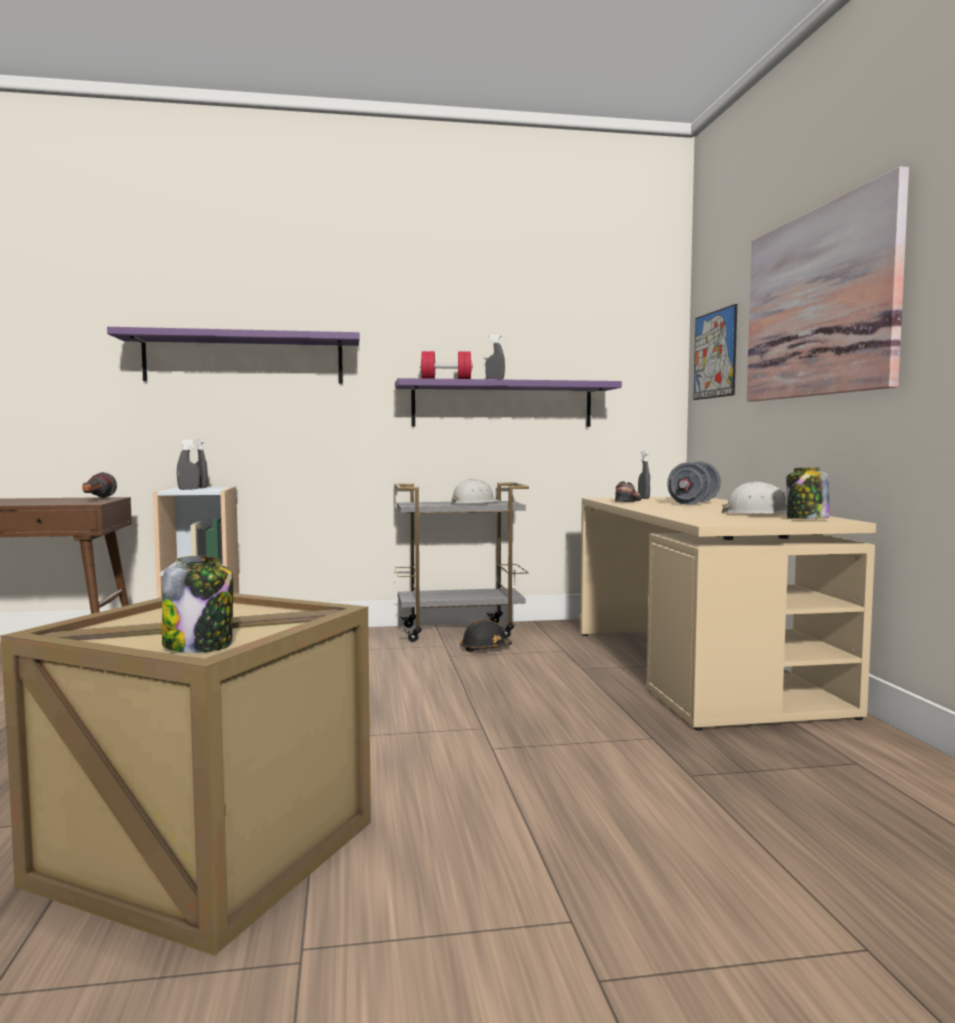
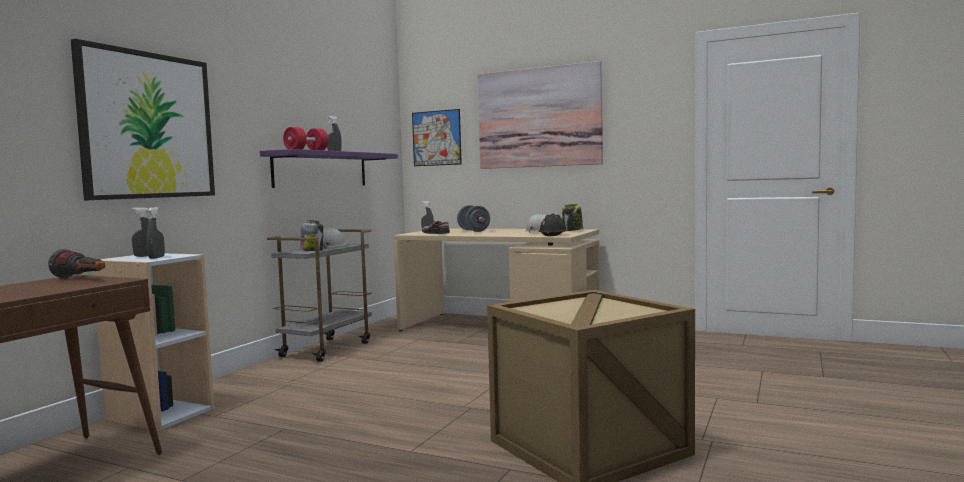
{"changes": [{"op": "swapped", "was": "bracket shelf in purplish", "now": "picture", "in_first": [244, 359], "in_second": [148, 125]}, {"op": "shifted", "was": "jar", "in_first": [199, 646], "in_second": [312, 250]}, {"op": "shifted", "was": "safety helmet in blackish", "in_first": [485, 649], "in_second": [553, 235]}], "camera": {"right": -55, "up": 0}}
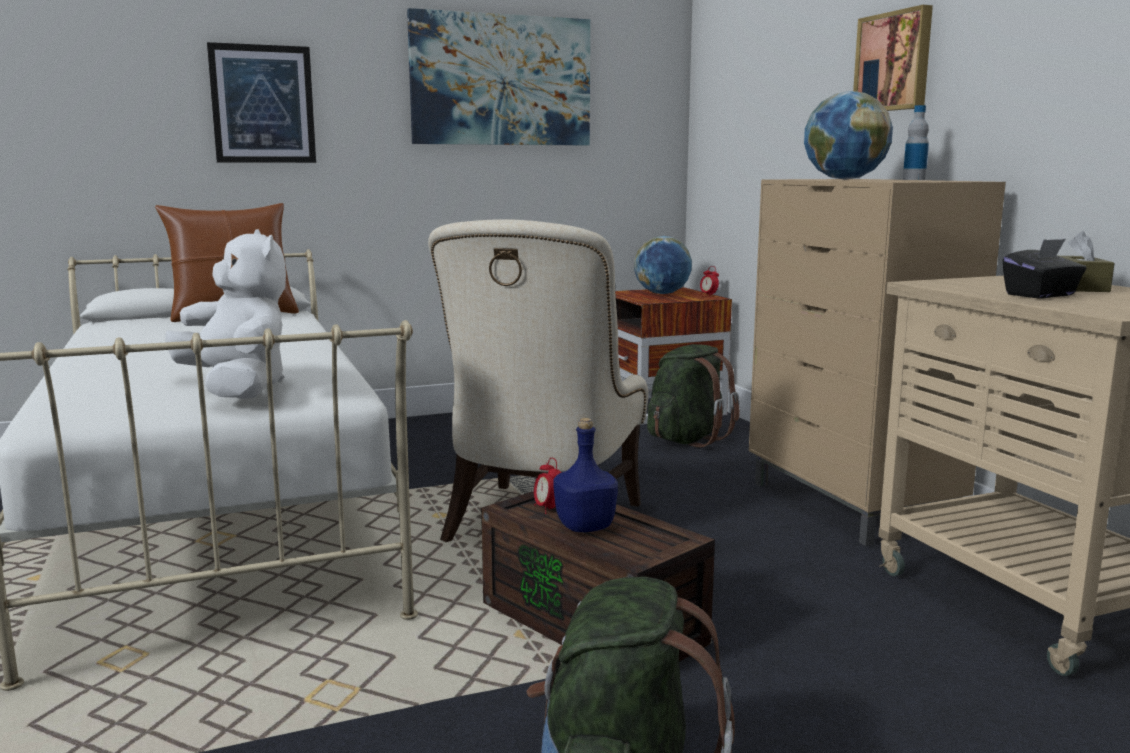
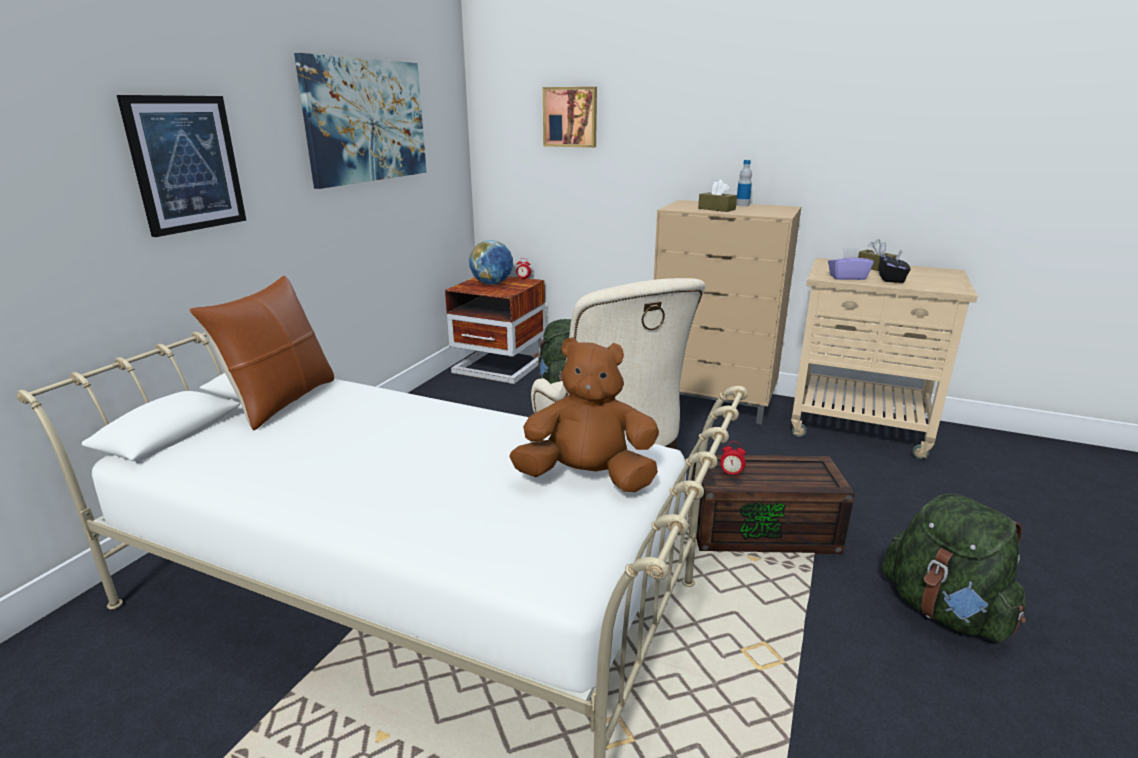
{"changes": [{"op": "repainted", "was": "cuddly toy in white-coloured", "now": "cuddly toy in brown", "in_first": [237, 388], "in_second": [587, 478]}, {"op": "gone", "was": "bottle in bluish", "in_first": [586, 526]}, {"op": "swapped", "was": "globe", "now": "tissue box in brown", "in_first": [844, 179], "in_second": [716, 209]}, {"op": "shifted", "was": "picture", "in_first": [894, 62], "in_second": [570, 117]}, {"op": "new", "now": "tissue box in purplish", "in_second": [847, 277]}], "camera": {"right": -45, "up": 10}}
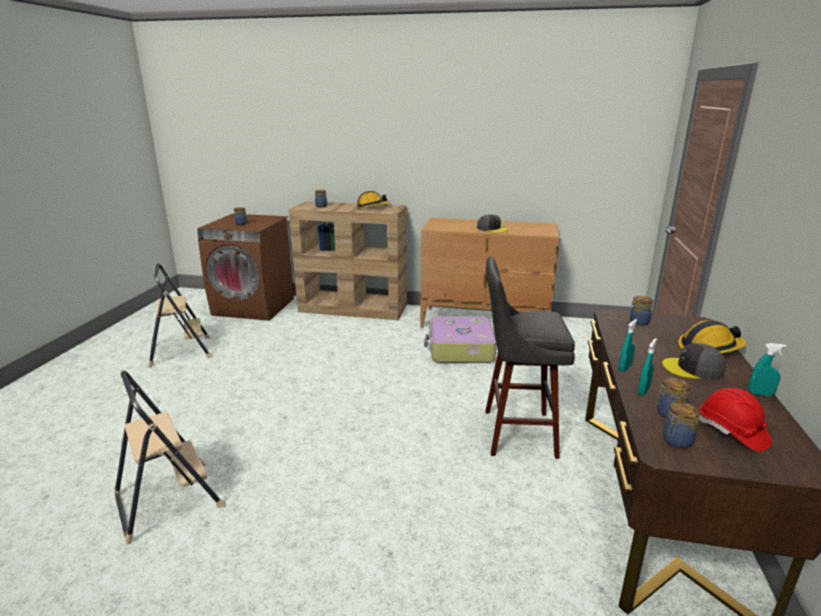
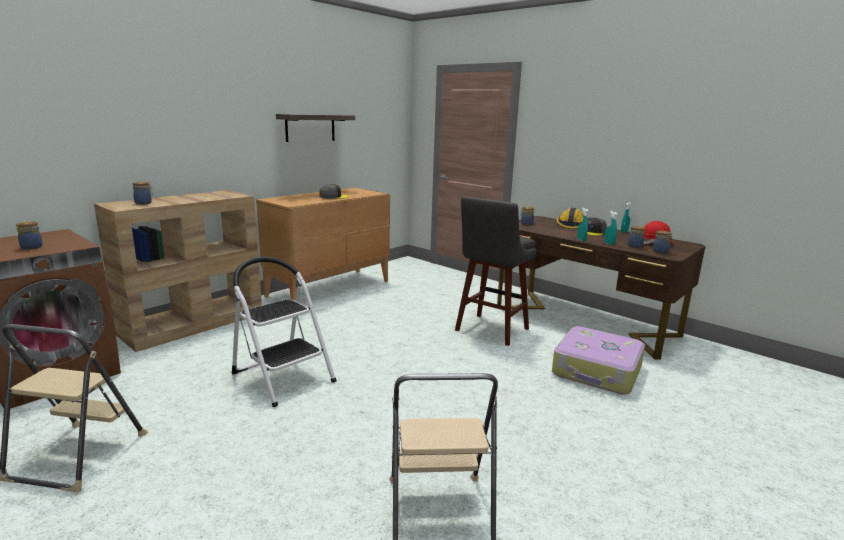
{"changes": [{"op": "gone", "was": "safety helmet", "in_first": [372, 207]}, {"op": "shifted", "was": "travel case", "in_first": [460, 349], "in_second": [597, 371]}, {"op": "new", "now": "step ladder", "in_second": [282, 376]}, {"op": "new", "now": "bracket shelf", "in_second": [310, 127]}], "camera": {"right": -60, "up": -5}}
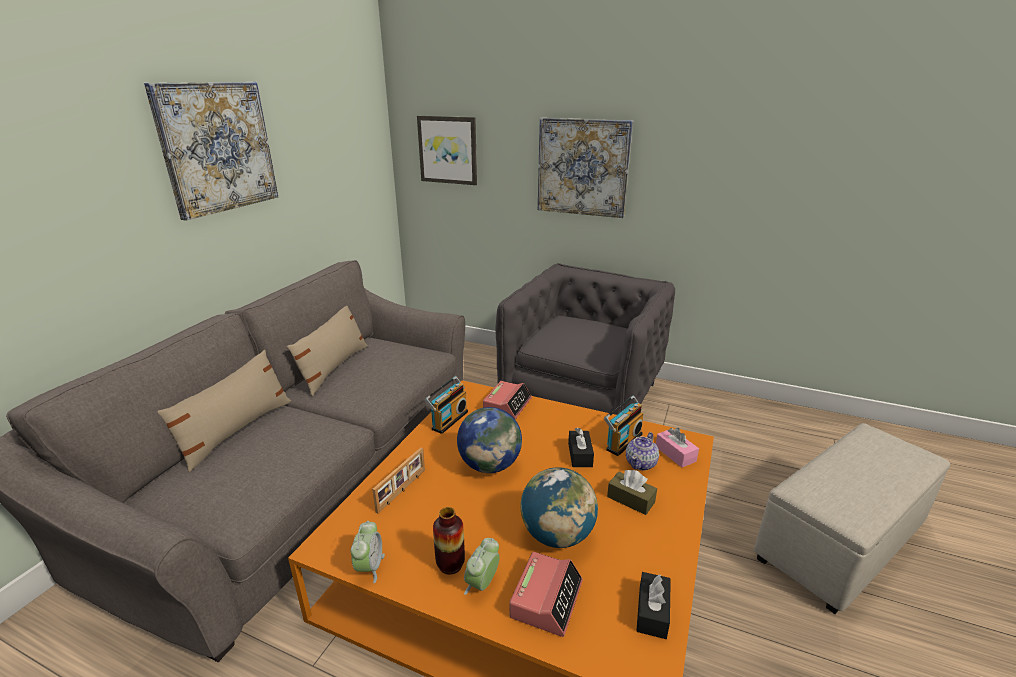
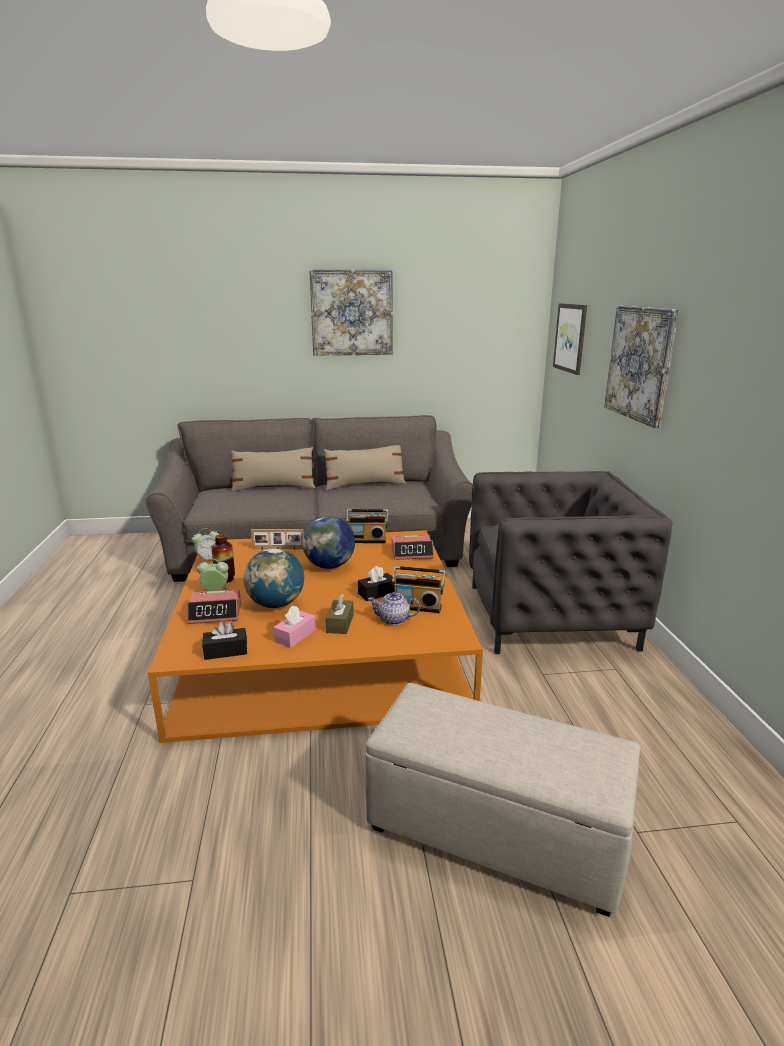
{"changes": [{"op": "shifted", "was": "tissue box in pinkish", "in_first": [675, 454], "in_second": [295, 636]}], "camera": {"right": 60, "up": -5}}
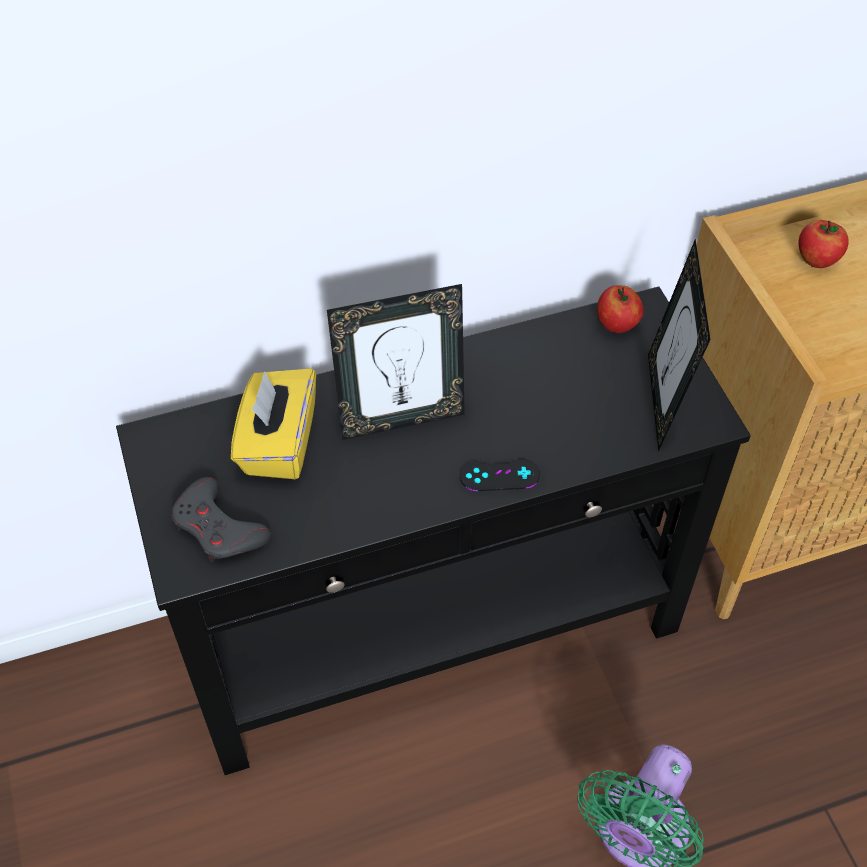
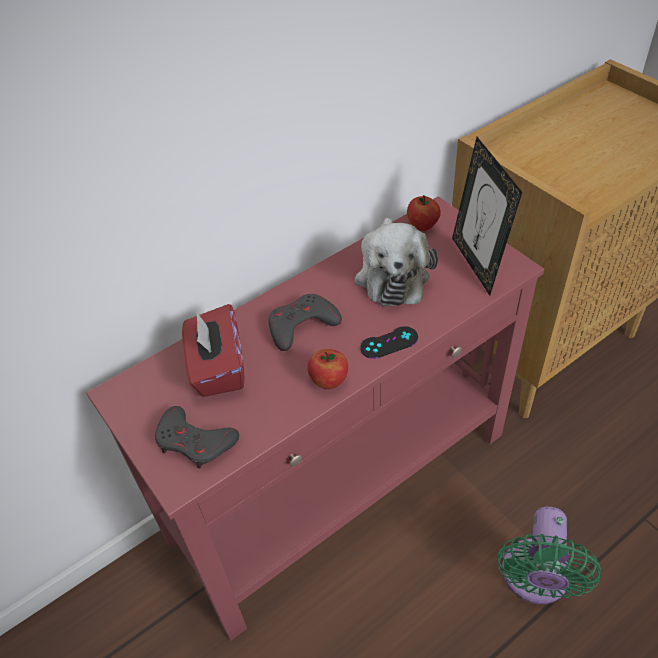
{"changes": [{"op": "repainted", "was": "narrow table in blackish", "now": "narrow table in reddish", "in_first": [435, 630], "in_second": [343, 486]}, {"op": "repainted", "was": "tissue box in yellowish", "now": "tissue box in reddish", "in_first": [278, 444], "in_second": [218, 368]}, {"op": "swapped", "was": "standing frame", "now": "joypad in gray", "in_first": [401, 419], "in_second": [302, 325]}, {"op": "shifted", "was": "apple", "in_first": [816, 260], "in_second": [329, 381]}, {"op": "new", "now": "cuddly toy", "in_second": [392, 275]}], "camera": {"right": -15, "up": -5}}
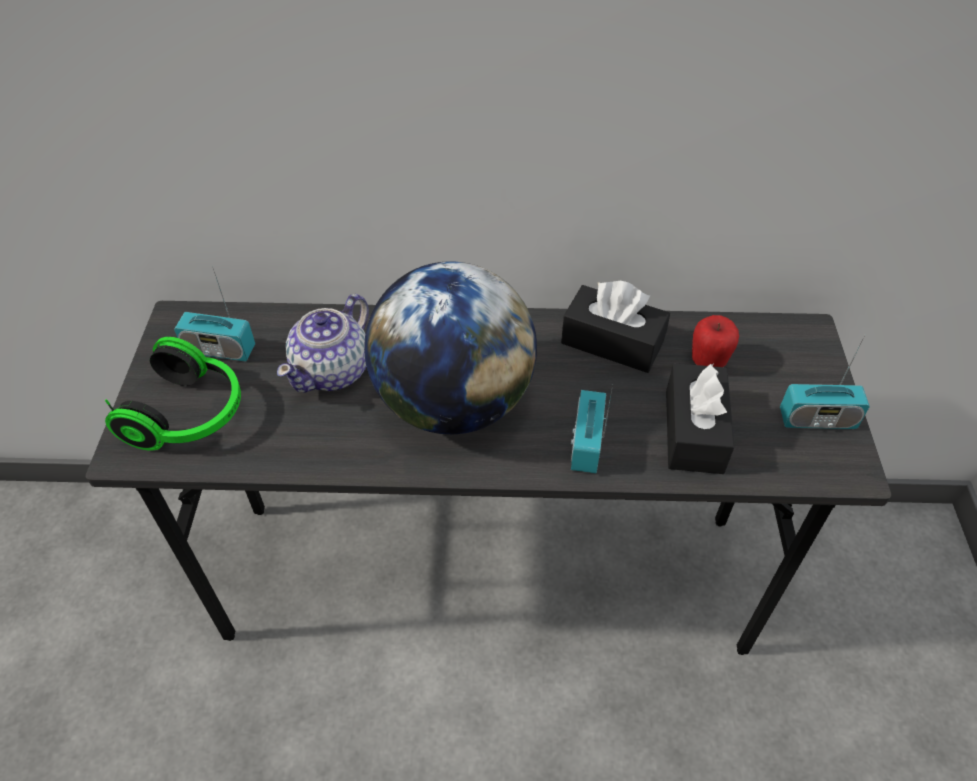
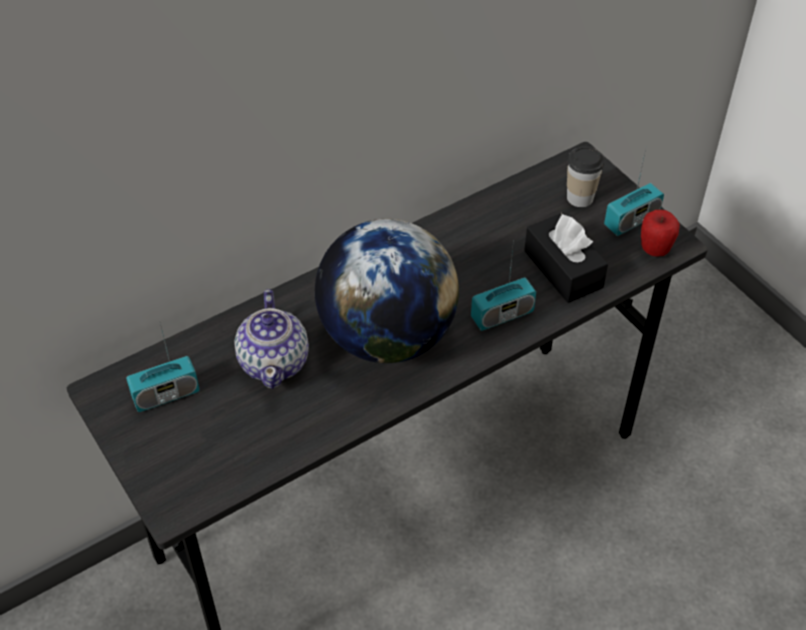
{"changes": [{"op": "gone", "was": "headset", "in_first": [191, 415]}, {"op": "gone", "was": "tissue box in blackish", "in_first": [612, 342]}, {"op": "rotated", "was": "radio set", "in_first": [586, 443], "in_second": [502, 315], "clockwise": -90}, {"op": "shifted", "was": "apple", "in_first": [708, 362], "in_second": [655, 249]}, {"op": "new", "now": "cup", "in_second": [580, 198]}], "camera": {"right": -35, "up": 0}}
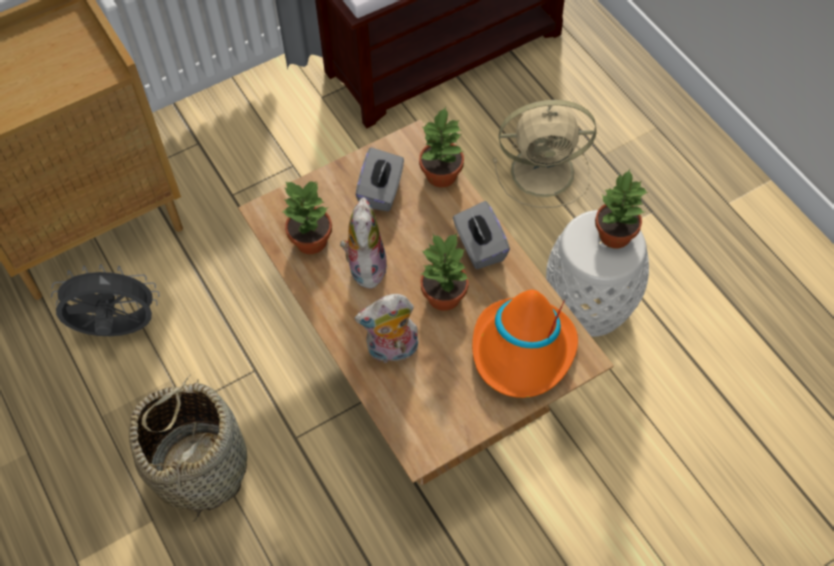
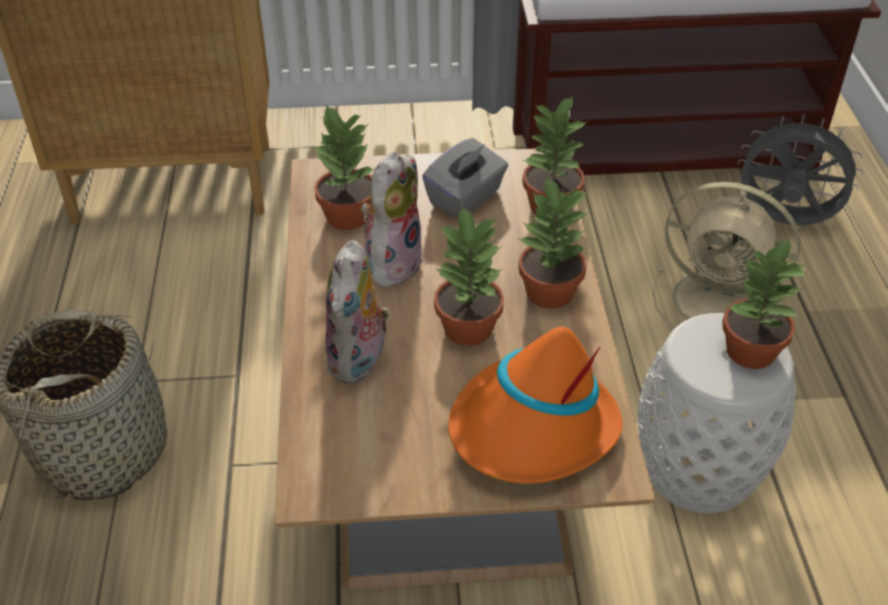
{"changes": [{"op": "shifted", "was": "fan in gray", "in_first": [117, 330], "in_second": [783, 222]}, {"op": "rotated", "was": "cuddly toy", "in_first": [392, 351], "in_second": [359, 361], "clockwise": -90}, {"op": "swapped", "was": "tissue box in gray", "now": "houseplant", "in_first": [479, 247], "in_second": [550, 293]}], "camera": {"right": 25, "up": -15}}
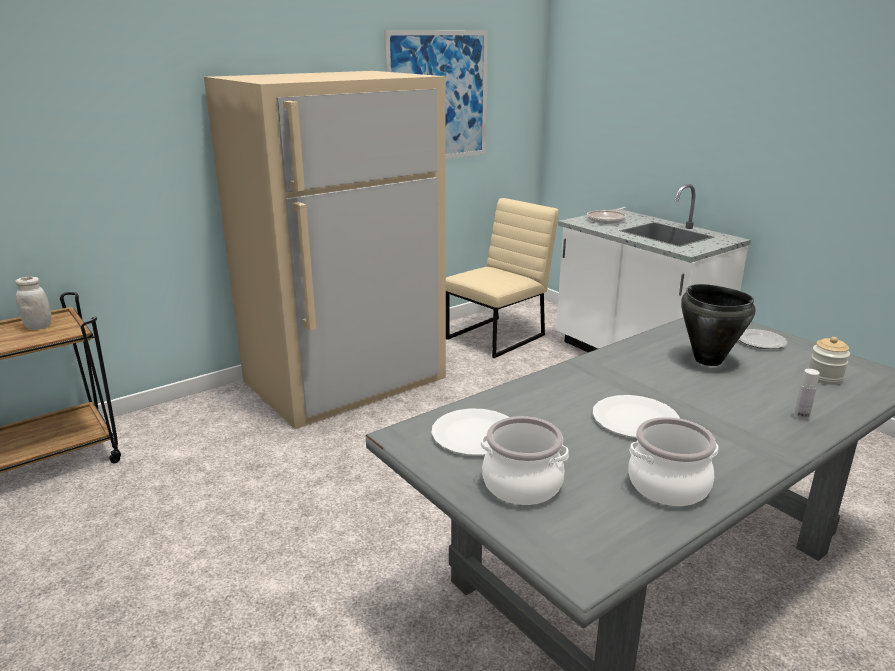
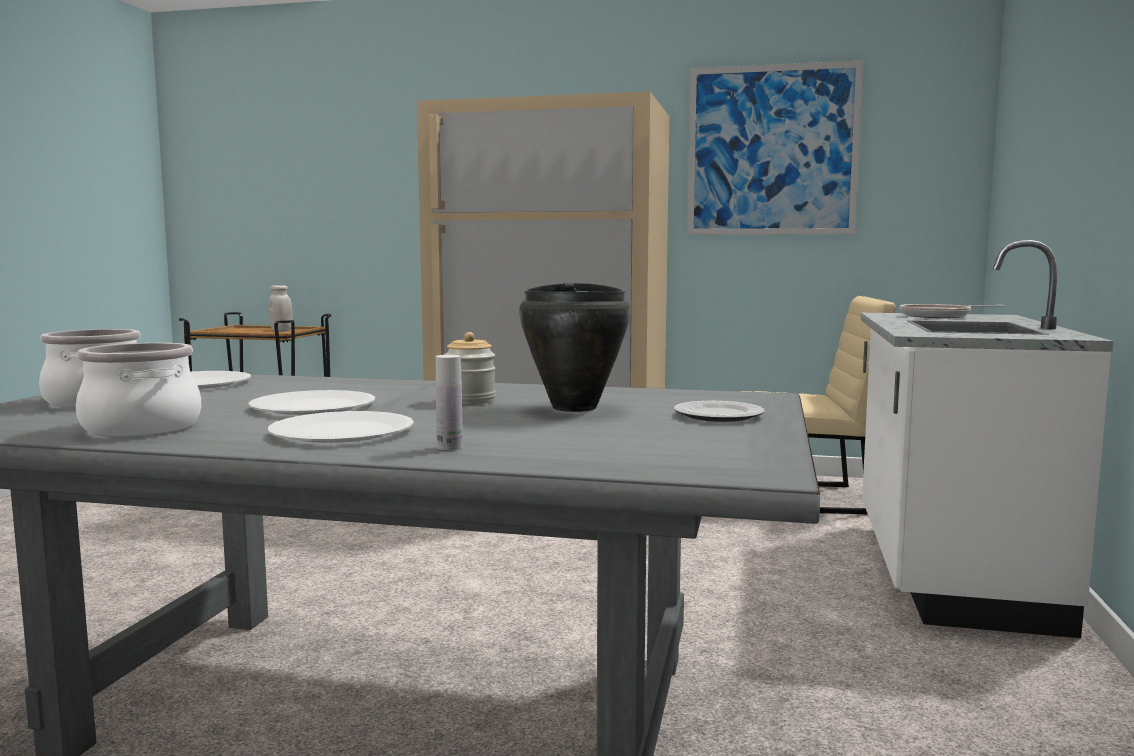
{"changes": [{"op": "shifted", "was": "jar", "in_first": [824, 378], "in_second": [470, 401]}, {"op": "new", "now": "plate in white-coloured", "in_second": [342, 432]}], "camera": {"right": 50, "up": -15}}
